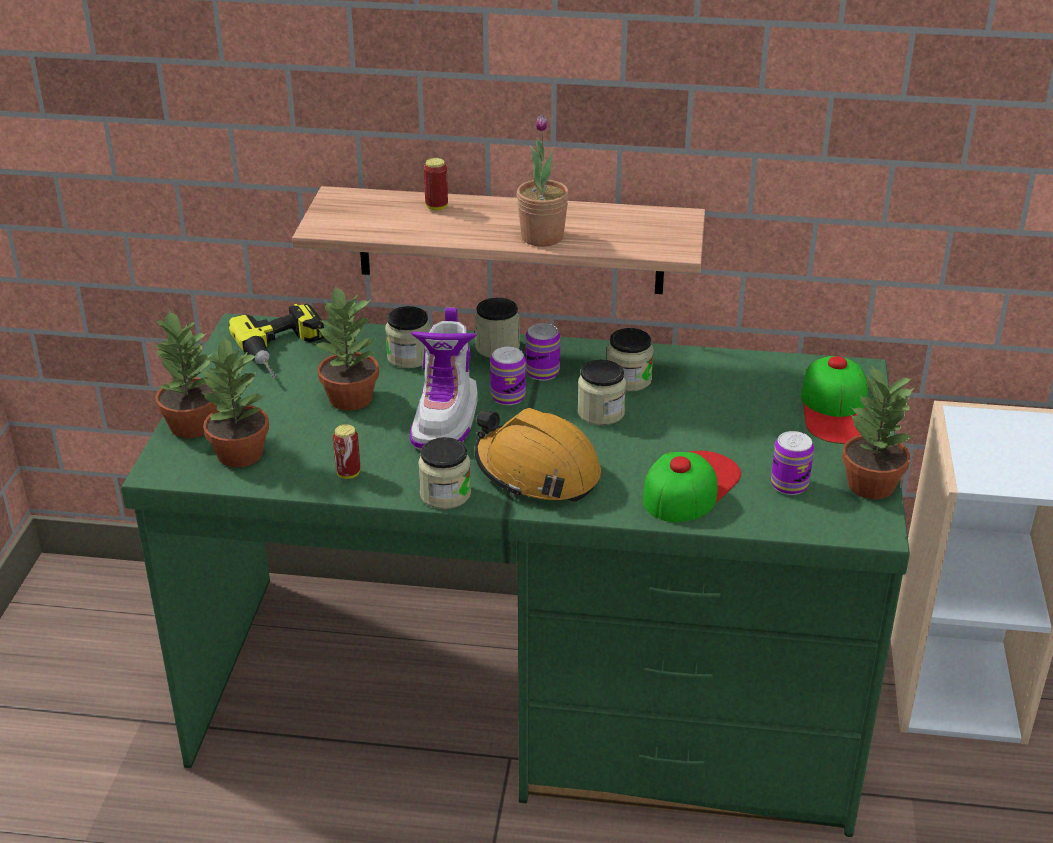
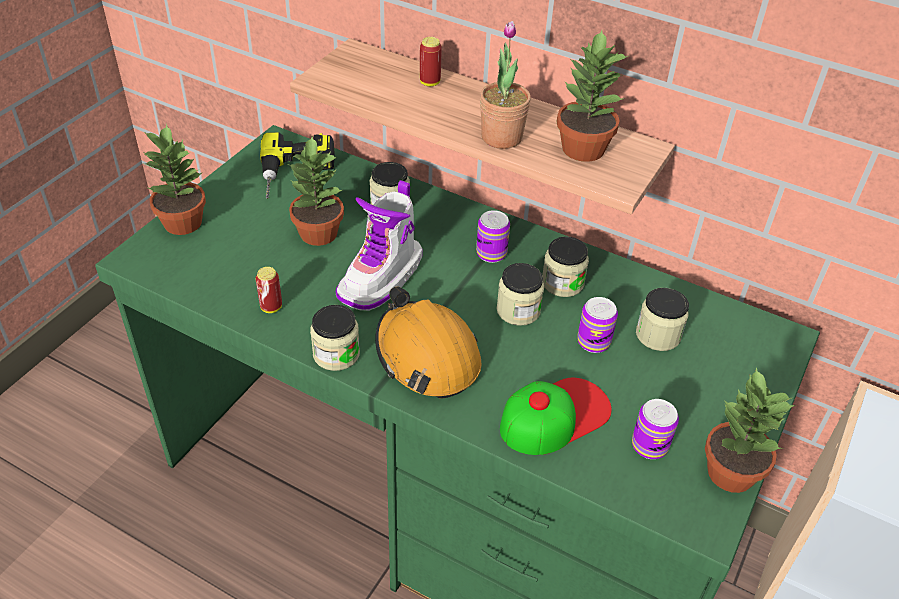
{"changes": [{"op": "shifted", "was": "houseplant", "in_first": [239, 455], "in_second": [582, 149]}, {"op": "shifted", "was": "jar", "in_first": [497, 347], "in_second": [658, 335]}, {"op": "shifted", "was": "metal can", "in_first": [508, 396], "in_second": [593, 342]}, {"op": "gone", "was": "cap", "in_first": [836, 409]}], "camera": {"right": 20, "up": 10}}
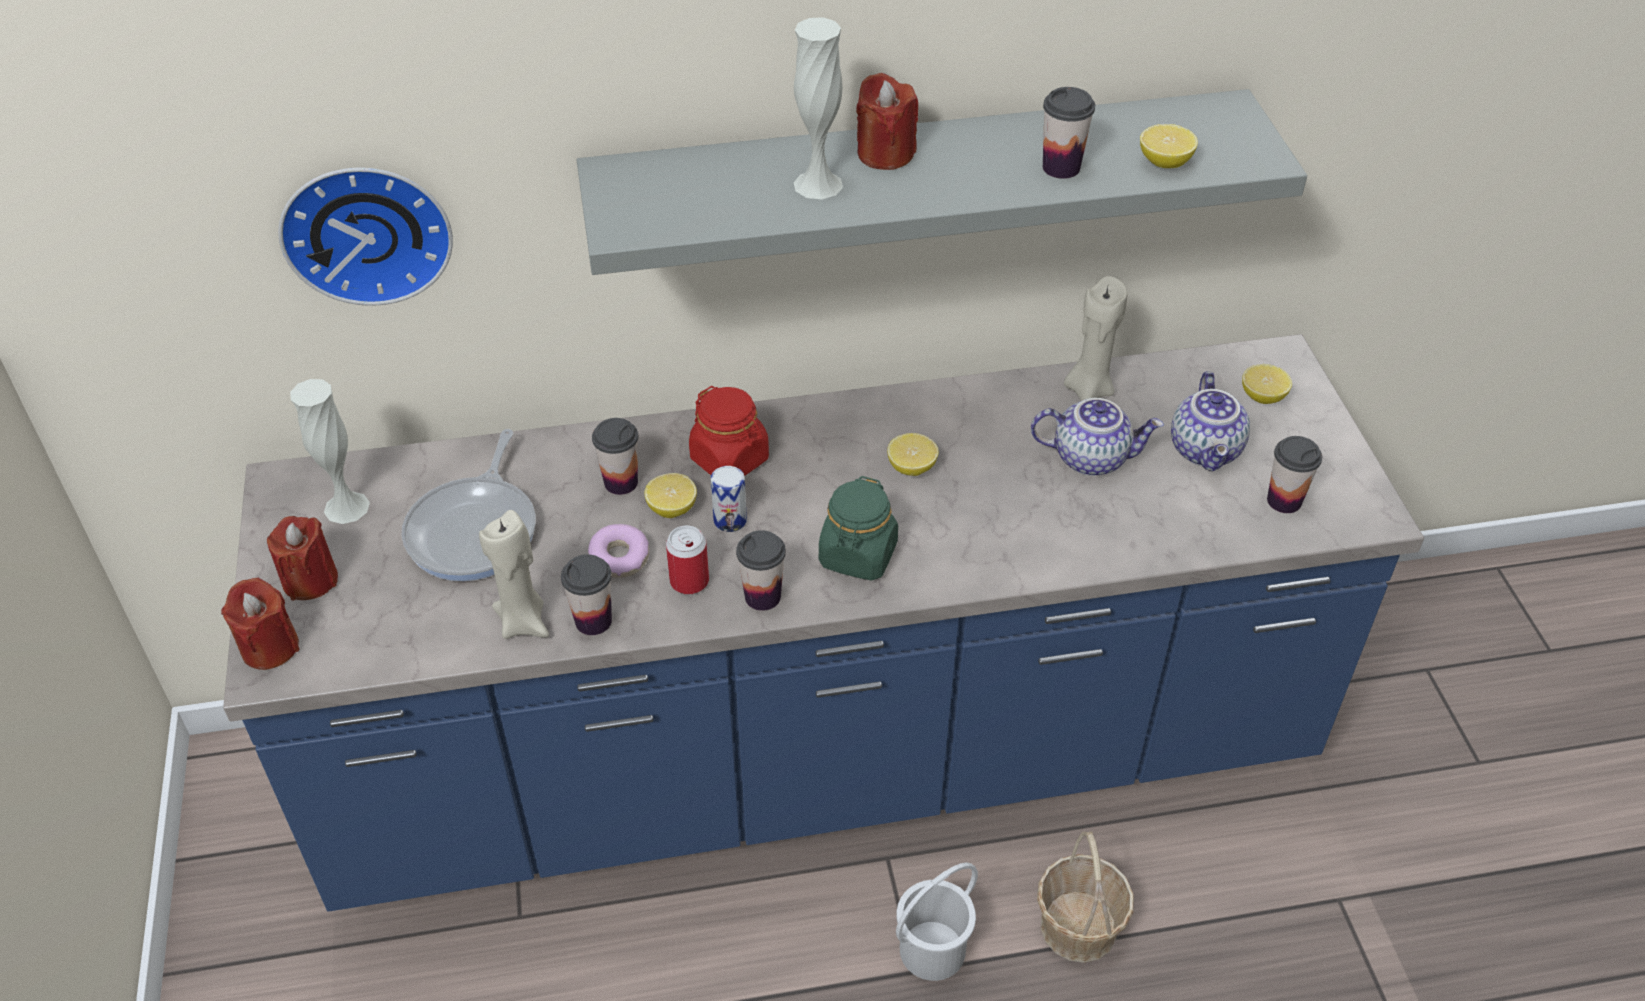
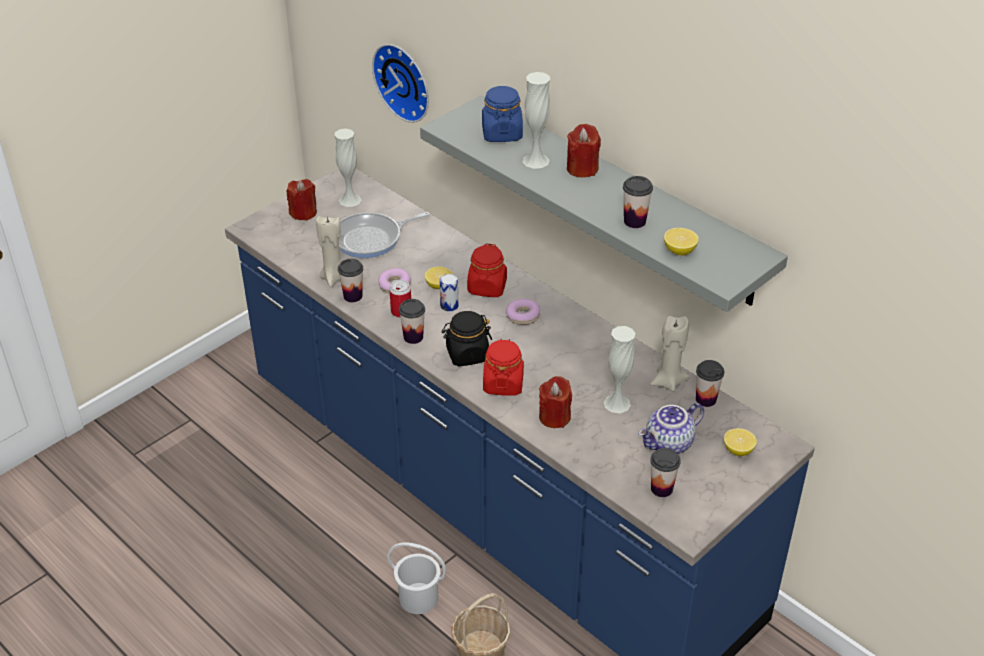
{"changes": [{"op": "shifted", "was": "wax light in reddish", "in_first": [269, 647], "in_second": [554, 417]}, {"op": "shifted", "was": "cup", "in_first": [621, 482], "in_second": [706, 399]}, {"op": "repainted", "was": "jar in green-coloured", "now": "jar in blackish", "in_first": [858, 555], "in_second": [467, 354]}, {"op": "gone", "was": "whole lemon", "in_first": [911, 468]}, {"op": "swapped", "was": "teapot", "now": "decorative vase in white-coloured", "in_first": [1091, 457], "in_second": [617, 403]}, {"op": "new", "now": "jar in bluish", "in_second": [502, 133]}, {"op": "new", "now": "jar in reddish", "in_second": [503, 383]}, {"op": "new", "now": "ring doughnut", "in_second": [522, 316]}], "camera": {"right": 55, "up": -5}}
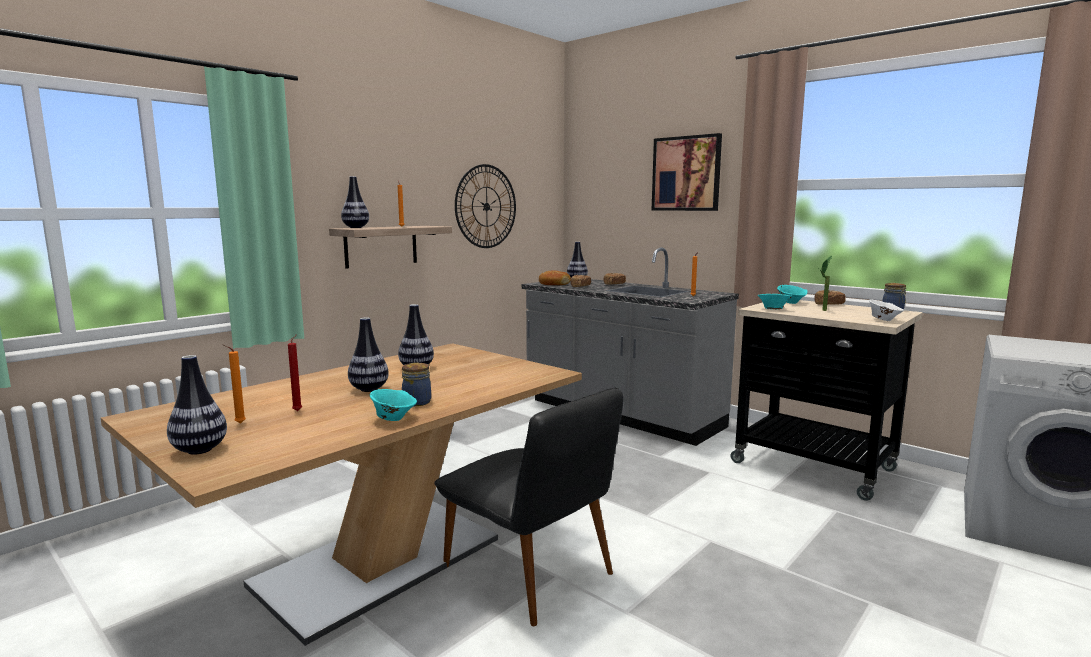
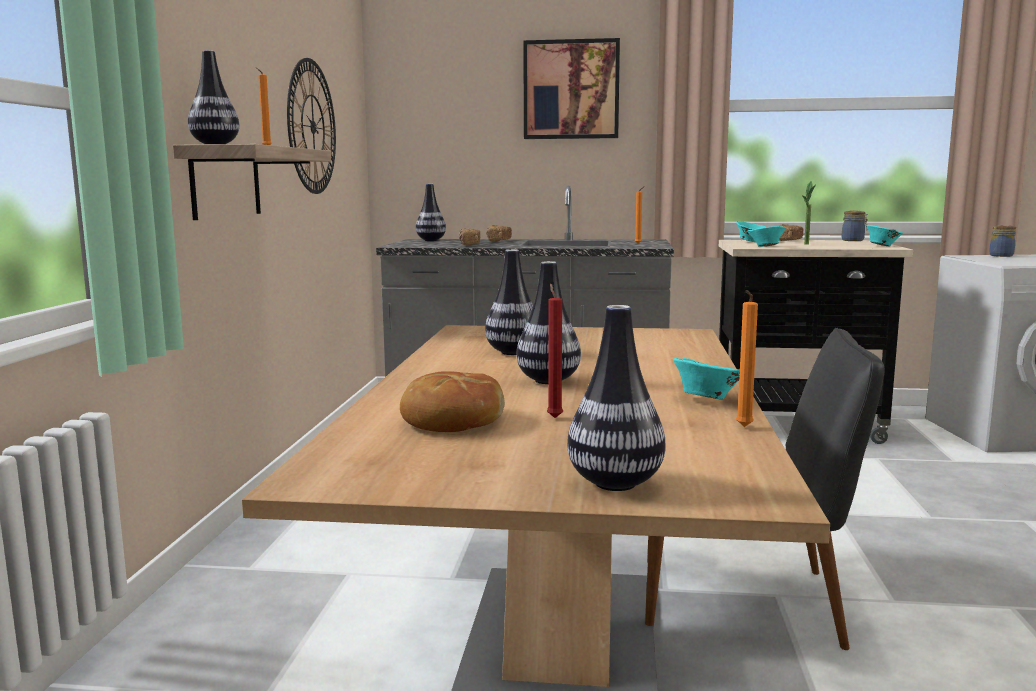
{"changes": [{"op": "shifted", "was": "wax light in orange", "in_first": [238, 423], "in_second": [743, 427]}, {"op": "shifted", "was": "jar", "in_first": [418, 402], "in_second": [1000, 255]}, {"op": "shifted", "was": "baked bread", "in_first": [554, 284], "in_second": [452, 420]}, {"op": "repainted", "was": "deep dish in white-coloured", "now": "deep dish in blue-green", "in_first": [884, 320], "in_second": [882, 246]}], "camera": {"right": -35, "up": 0}}
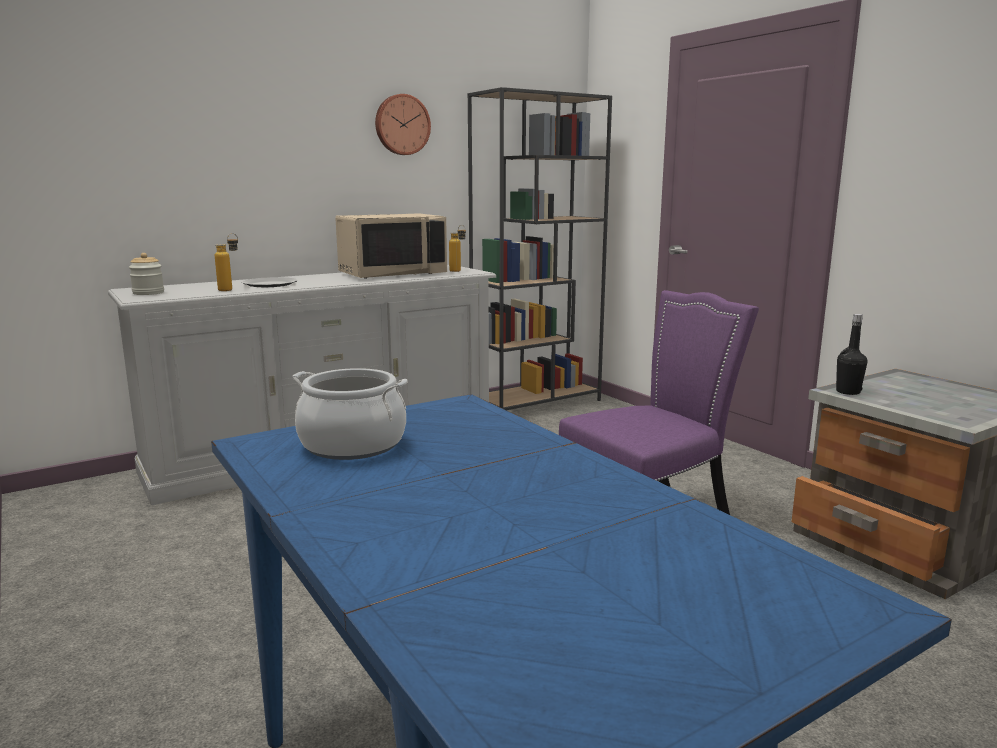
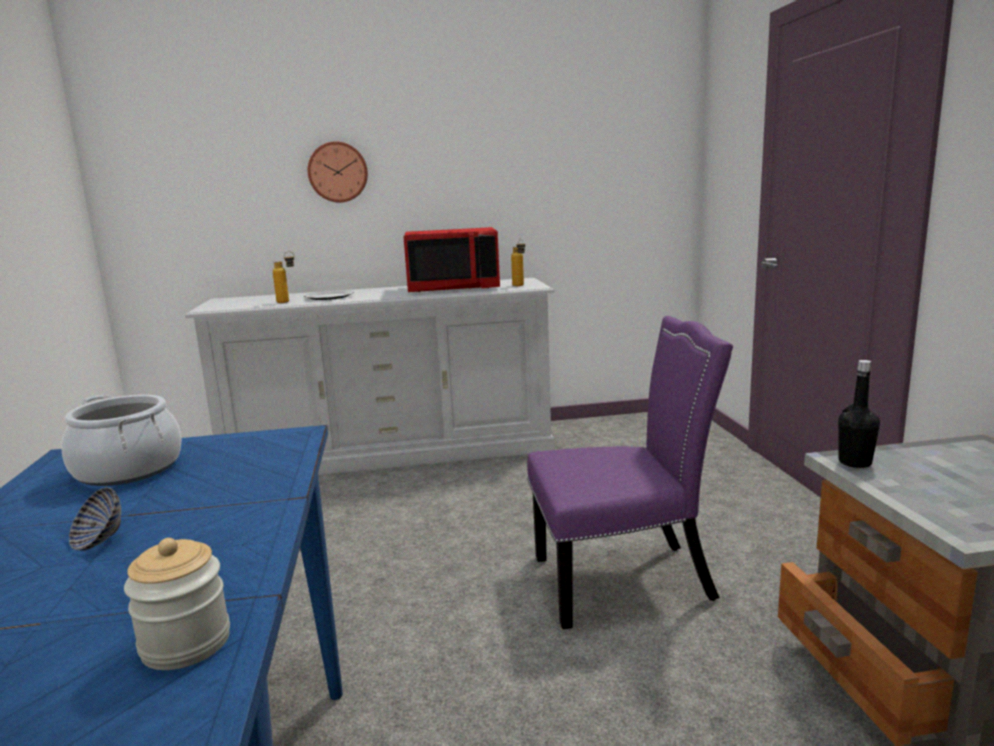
{"changes": [{"op": "shifted", "was": "jar", "in_first": [148, 293], "in_second": [186, 643]}, {"op": "repainted", "was": "kitchen microwave in sand-coloured", "now": "kitchen microwave in reddish", "in_first": [392, 274], "in_second": [453, 288]}, {"op": "shifted", "was": "clock on the wall", "in_first": [401, 125], "in_second": [338, 172]}, {"op": "gone", "was": "bookcase", "in_first": [536, 403]}, {"op": "new", "now": "deep dish", "in_second": [99, 541]}], "camera": {"right": 25, "up": 0}}
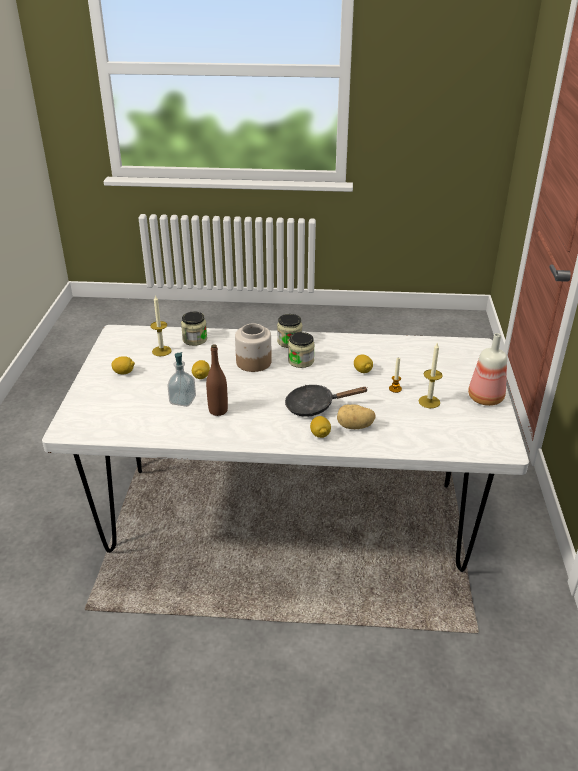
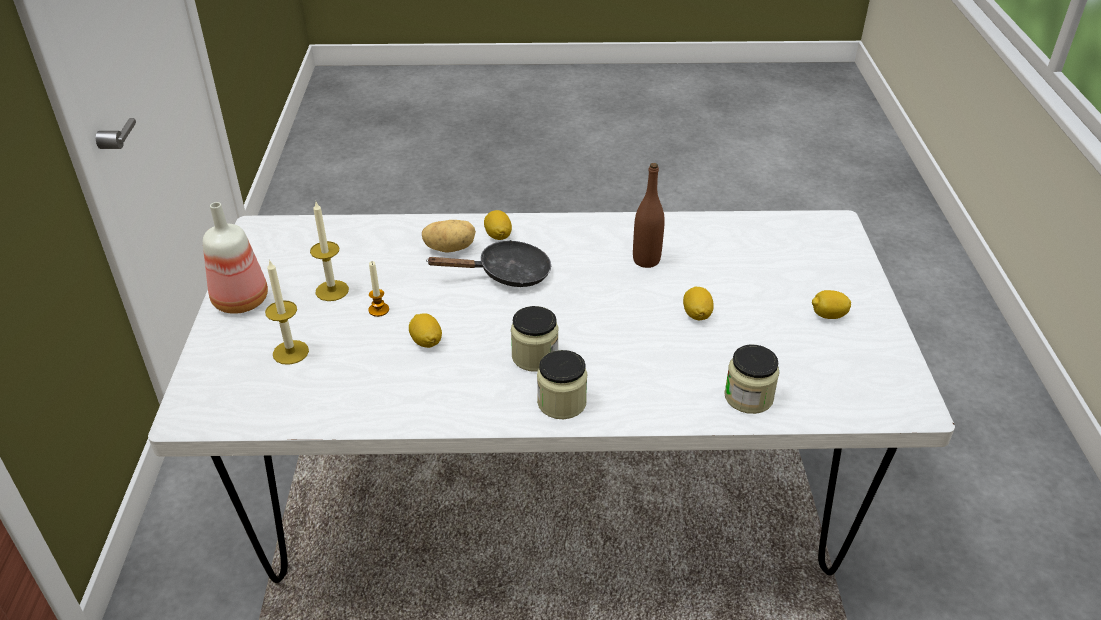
{"changes": [{"op": "shifted", "was": "wax light", "in_first": [161, 351], "in_second": [290, 352]}, {"op": "gone", "was": "soap dispenser", "in_first": [182, 400]}, {"op": "gone", "was": "jar", "in_first": [253, 362]}], "camera": {"right": 175, "up": 5}}
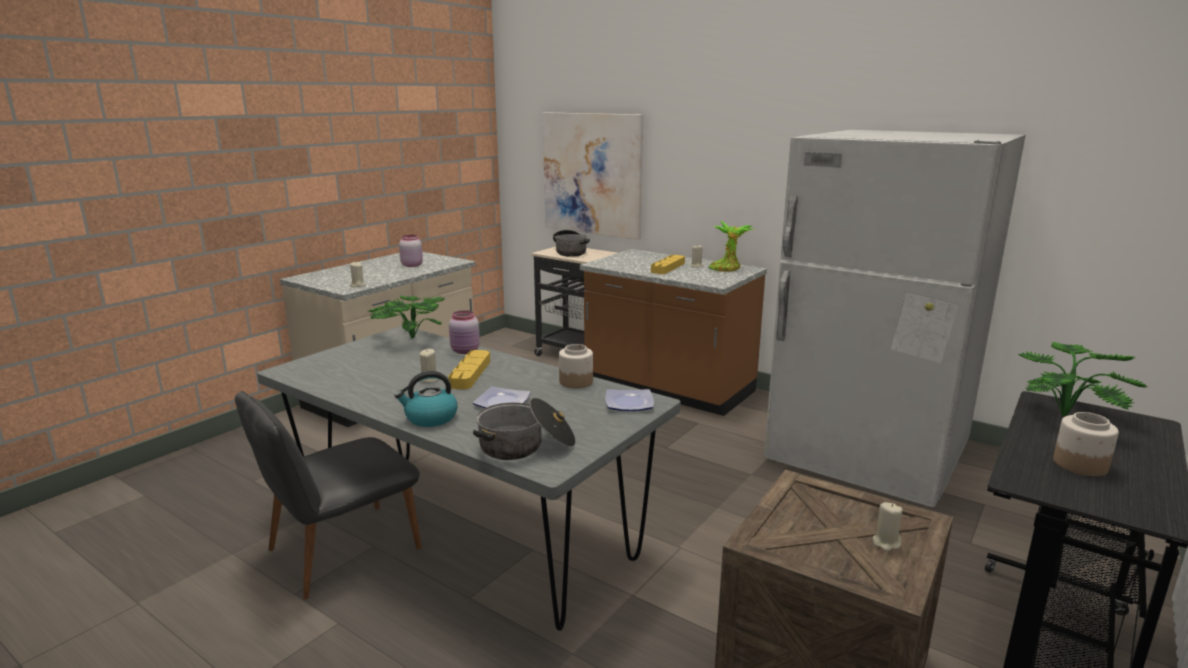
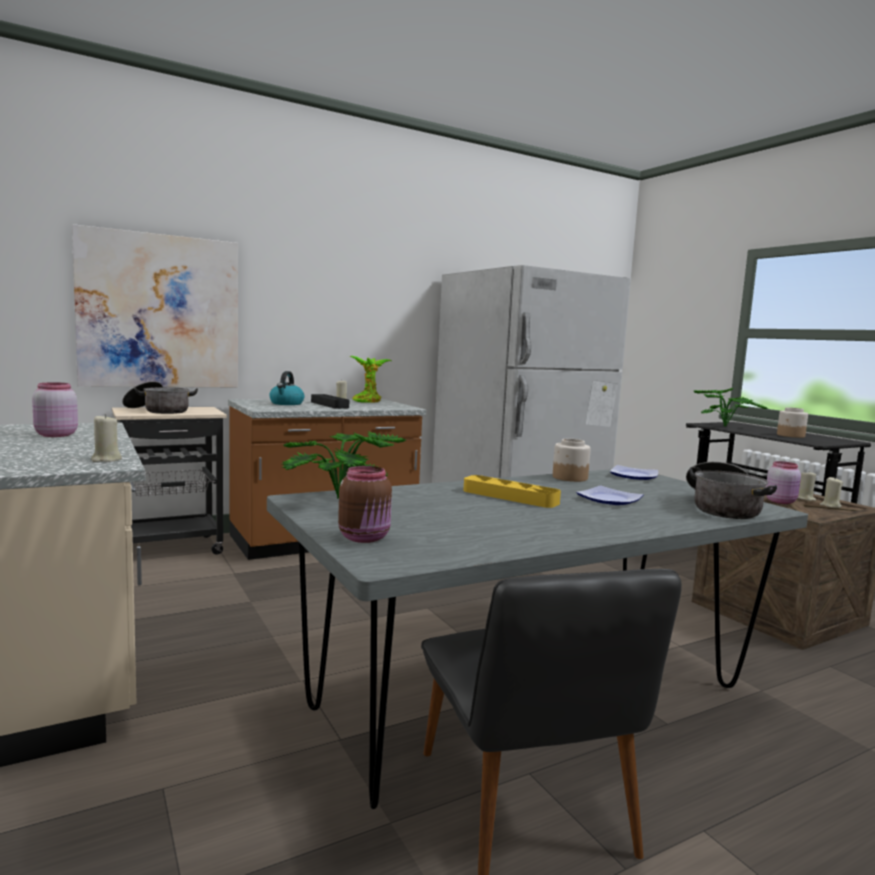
{"changes": [{"op": "shifted", "was": "tea kettle", "in_first": [430, 418], "in_second": [286, 403]}, {"op": "shifted", "was": "wax light in sand-coloured", "in_first": [429, 379], "in_second": [830, 506]}, {"op": "shifted", "was": "jar in pinkish", "in_first": [465, 351], "in_second": [781, 501]}, {"op": "repainted", "was": "tray in yellowish", "now": "tray in blackish", "in_first": [668, 267], "in_second": [329, 405]}, {"op": "new", "now": "jar in brown", "in_second": [365, 538]}], "camera": {"right": -65, "up": -10}}
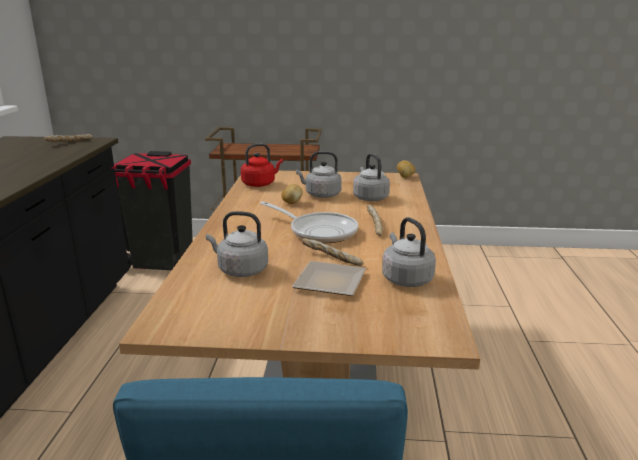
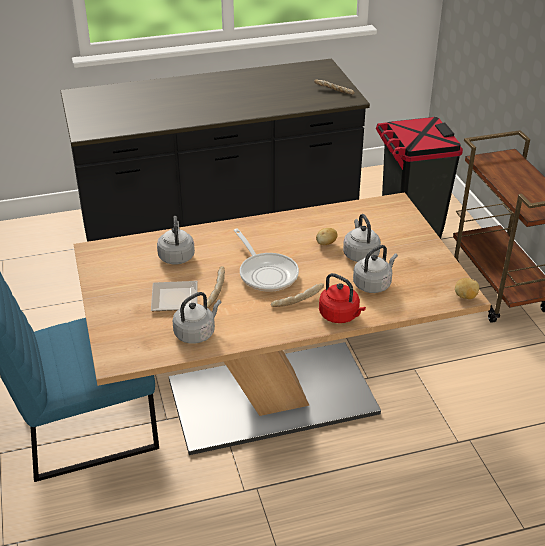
{"changes": [{"op": "shifted", "was": "tea kettle in reddish", "in_first": [260, 184], "in_second": [340, 316]}, {"op": "rotated", "was": "pan", "in_first": [319, 231], "in_second": [266, 273], "clockwise": -45}], "camera": {"right": 70, "up": 15}}
